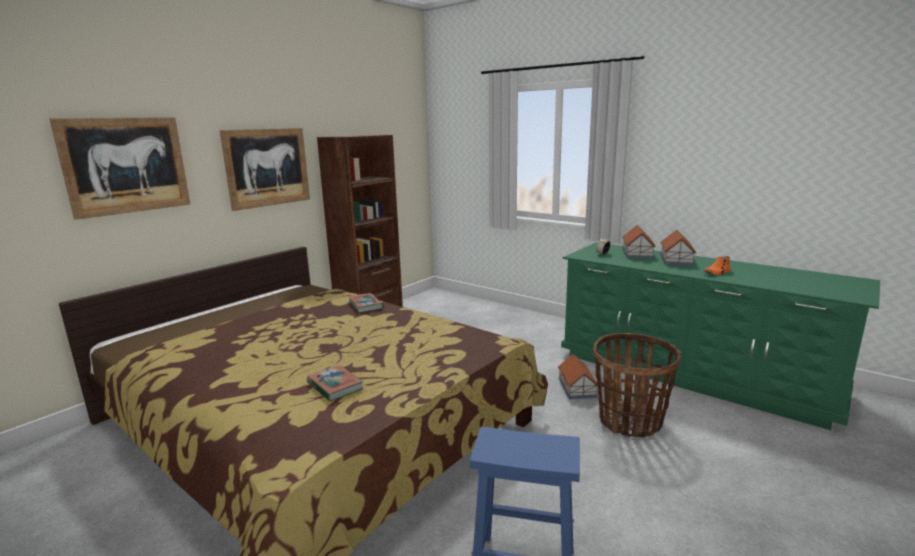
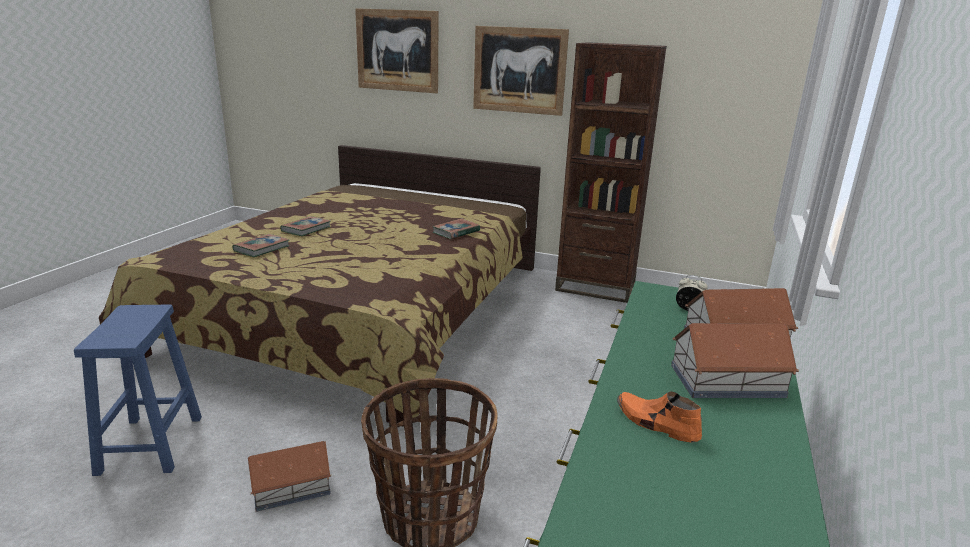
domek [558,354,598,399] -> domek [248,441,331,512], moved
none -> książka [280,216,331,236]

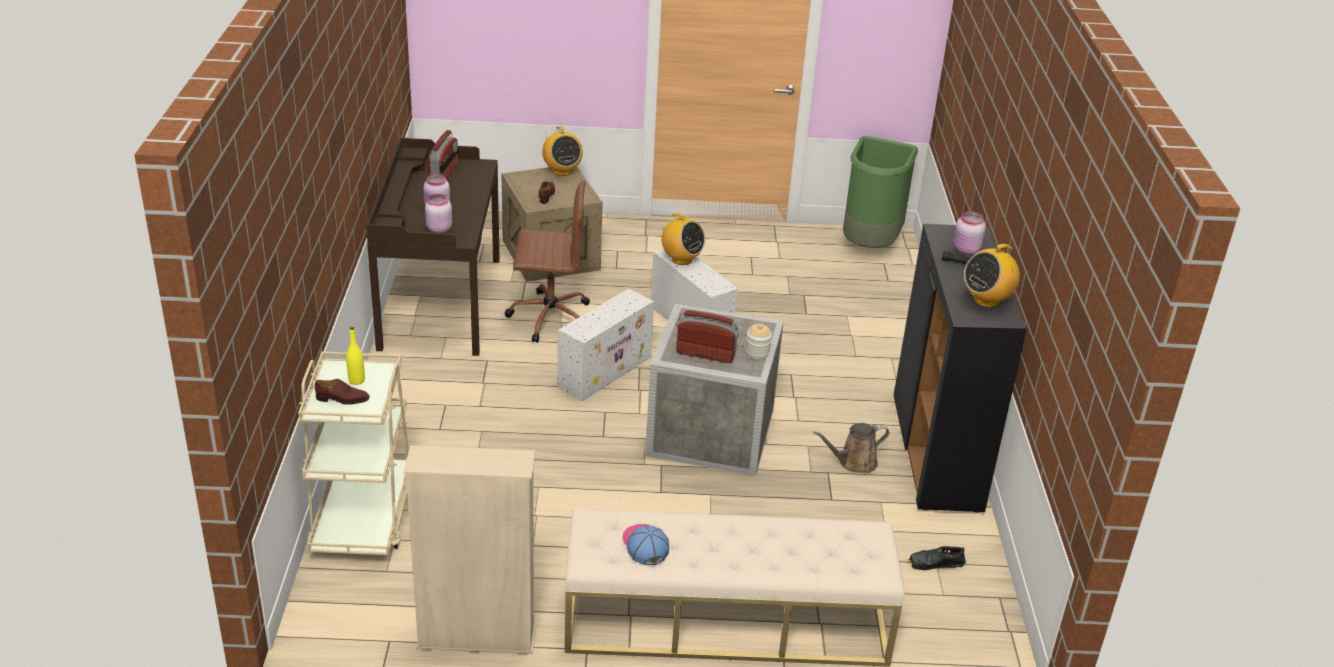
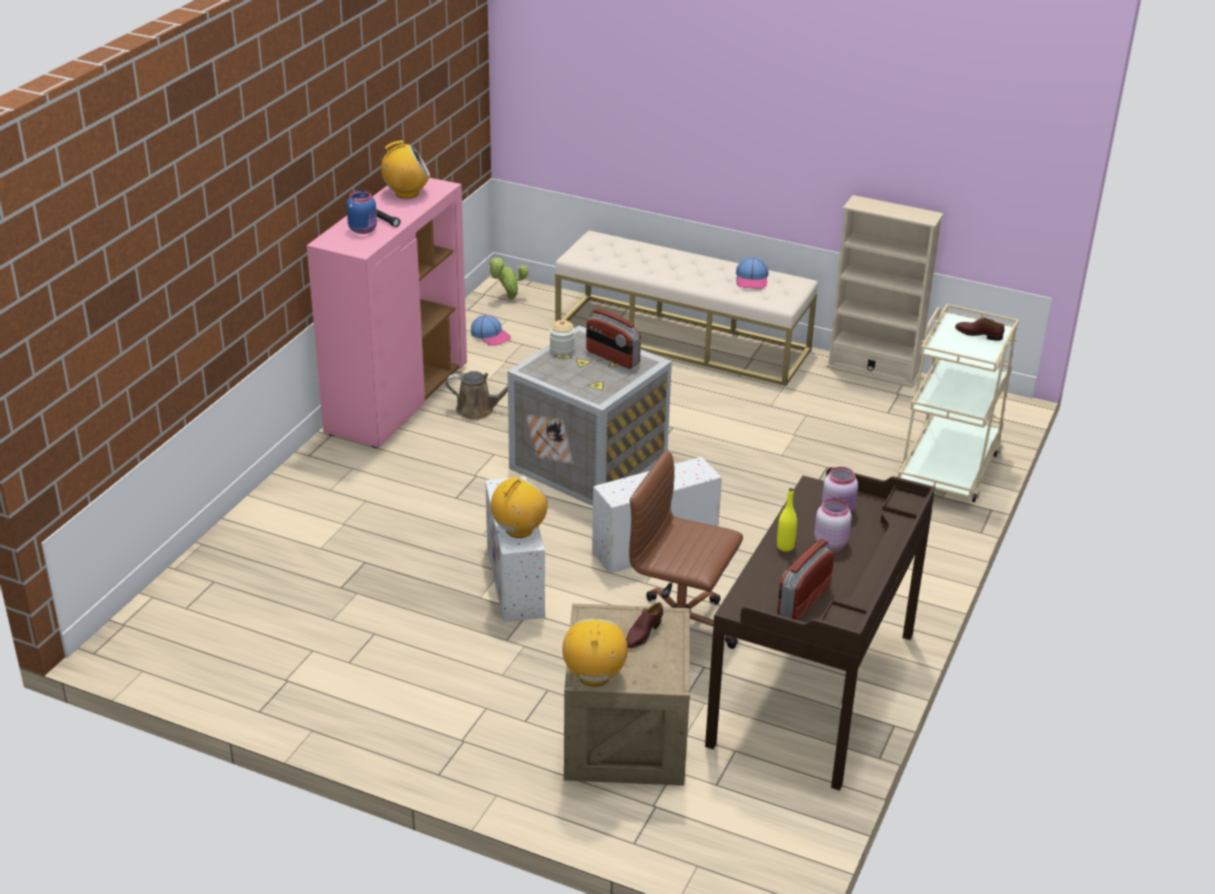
butelka (żółty) [346,327,365,385] -> butelka (żółty) [777,488,797,552], moved
radio [659,213,706,265] -> radio [491,476,548,538], 60 degrees clockwise
kosz na śmieci (zielony) [843,136,918,248] -> none
szafka (czarny) [894,224,1027,513] -> szafka (różowy) [307,178,467,448]
but (czarny) [909,546,966,570] -> czapka z daszkiem [471,315,511,346]
słoik (różowy) [953,211,986,255] -> słoik (niebieski) [347,190,377,234]
none -> roślina doniczkowa [488,258,529,300]

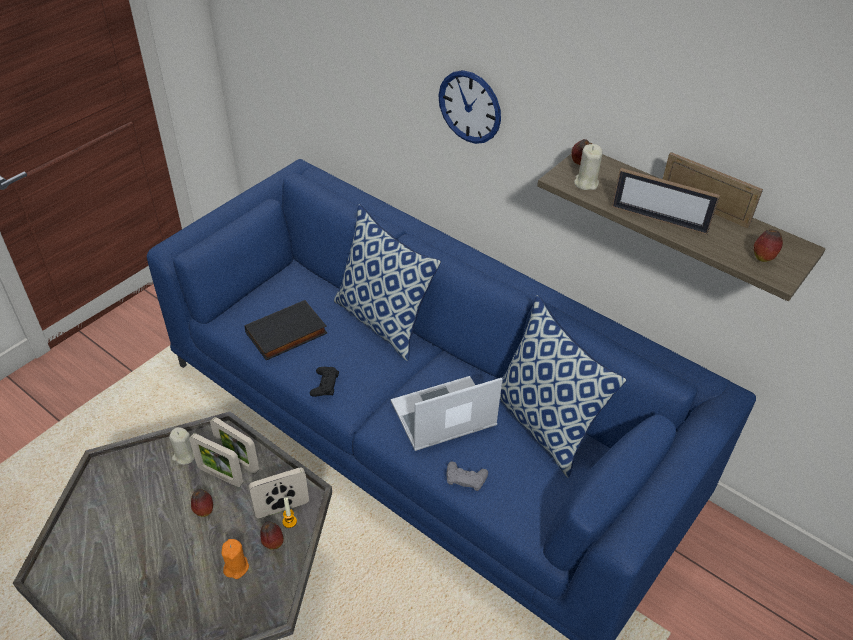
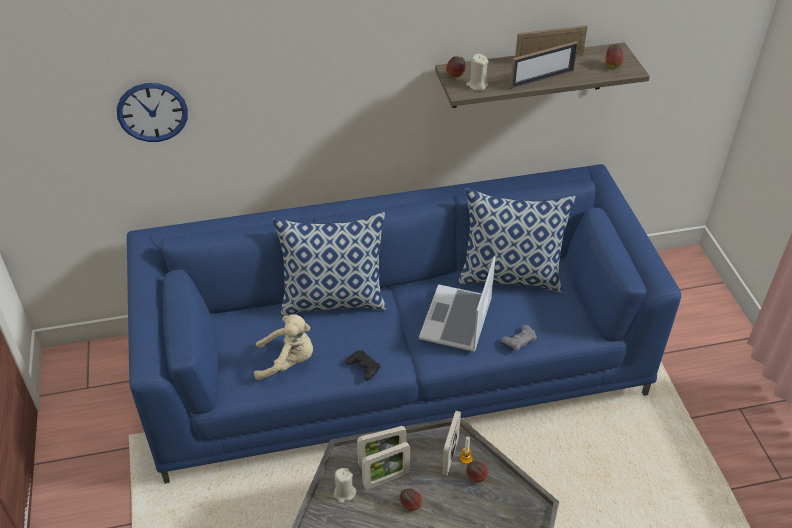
świeca (pomarańczowy) [222,539,249,579] -> none
książka (czarny) [245,300,327,360] -> pluszak (beżowy) [254,314,313,380]
zegar ścienny [438,70,501,144] -> zegar ścienny [117,83,188,142], moved

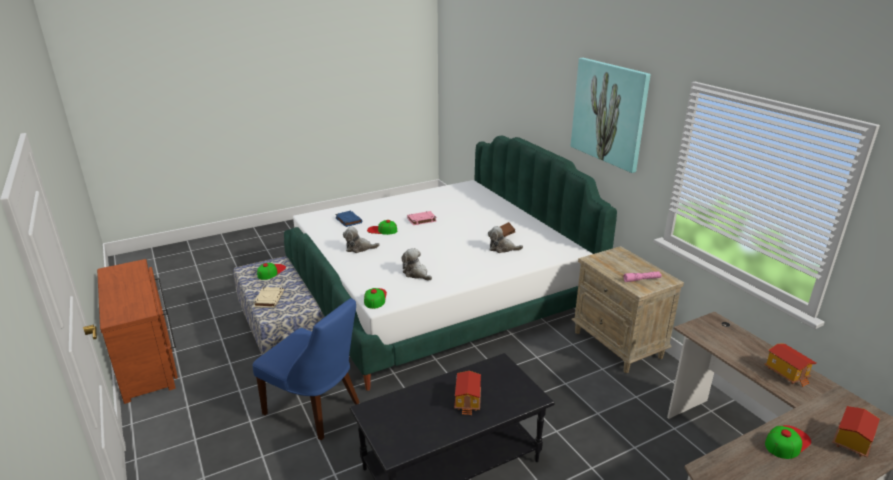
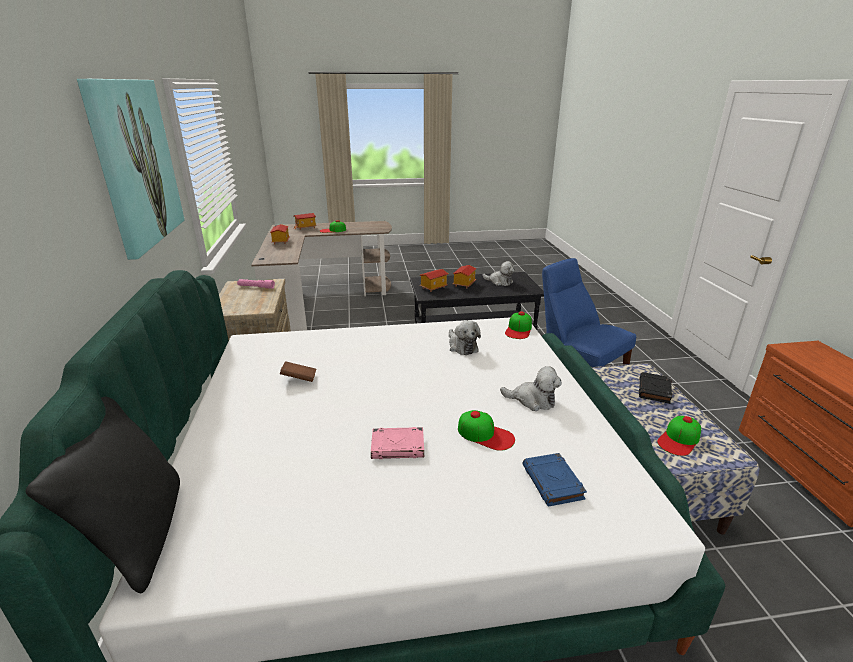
książka (beżowy) [253,287,284,308] -> książka (czarny) [639,372,672,404]
pluszak [488,226,523,253] -> pluszak [483,261,515,286], moved
none -> poduszka (czarny) [26,396,180,593]
none -> domek [420,269,448,292]

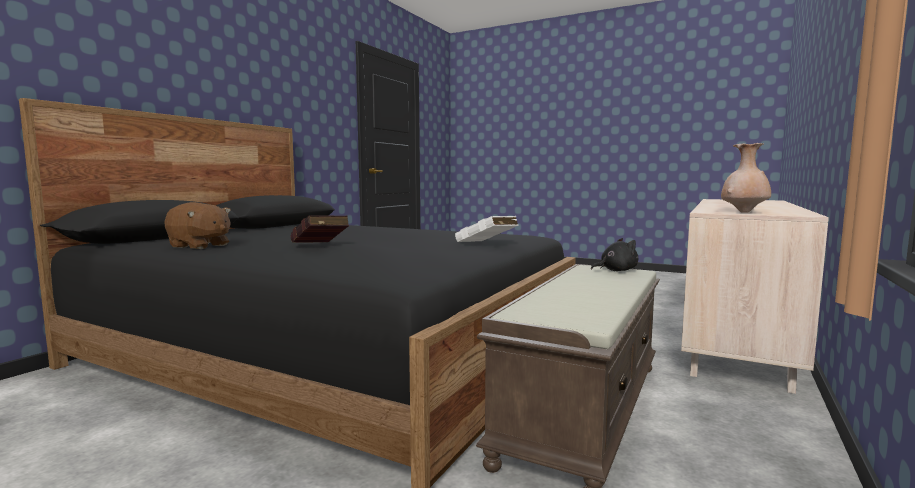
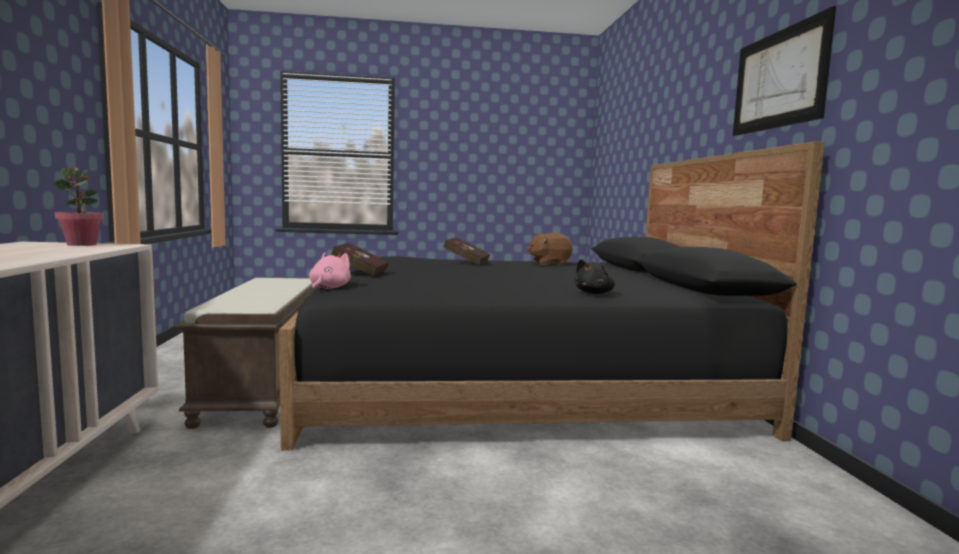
książka (biały) [455,216,519,242] -> książka (czerwony) [331,243,389,276]
pluszak (czarny) [591,238,638,271] -> pluszak (czarny) [574,259,615,294], moved
wazon (beżowy) [721,143,771,213] -> roślina doniczkowa [53,168,104,246]
none -> pluszak (różowy) [309,252,351,290]
none -> obraz [733,6,836,136]

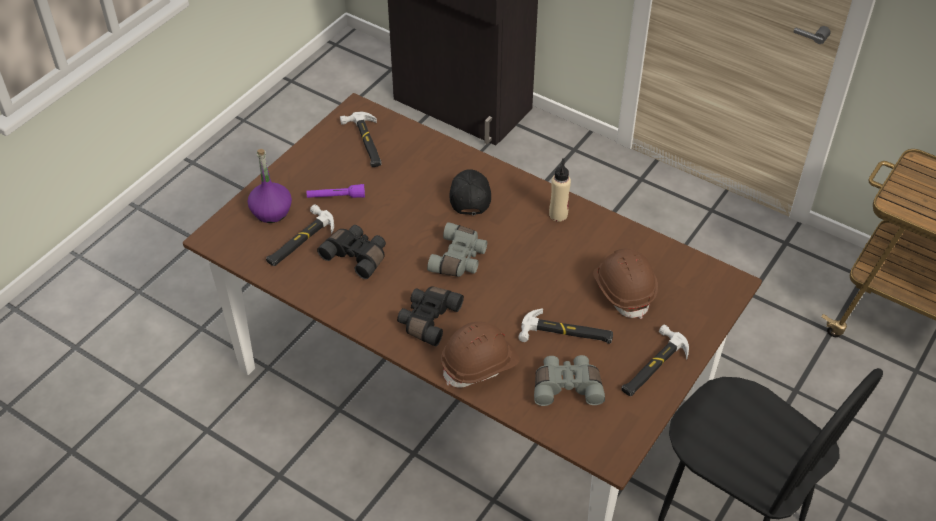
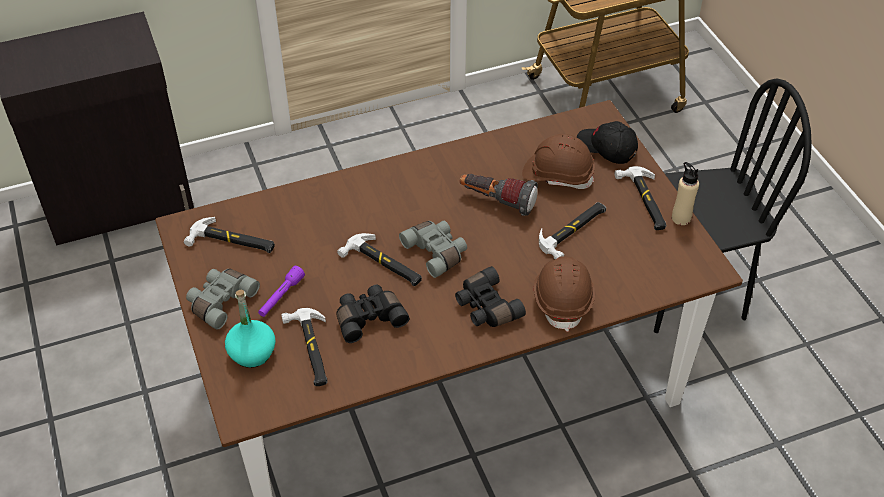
butelka (fioletowy) [248,149,292,223] -> butelka (turkusowy) [225,290,276,368]
czapka z daszkiem (czarny) [449,169,491,215] -> czapka z daszkiem (czarny) [577,121,638,164], moved
lornetka (szary) [534,355,605,406] -> lornetka (szary) [186,269,260,330], moved
butelka (beżowy) [549,158,571,222] -> butelka (beżowy) [672,162,699,225], moved
none -> młotek [337,233,422,286]
none -> latarka [460,174,538,216]

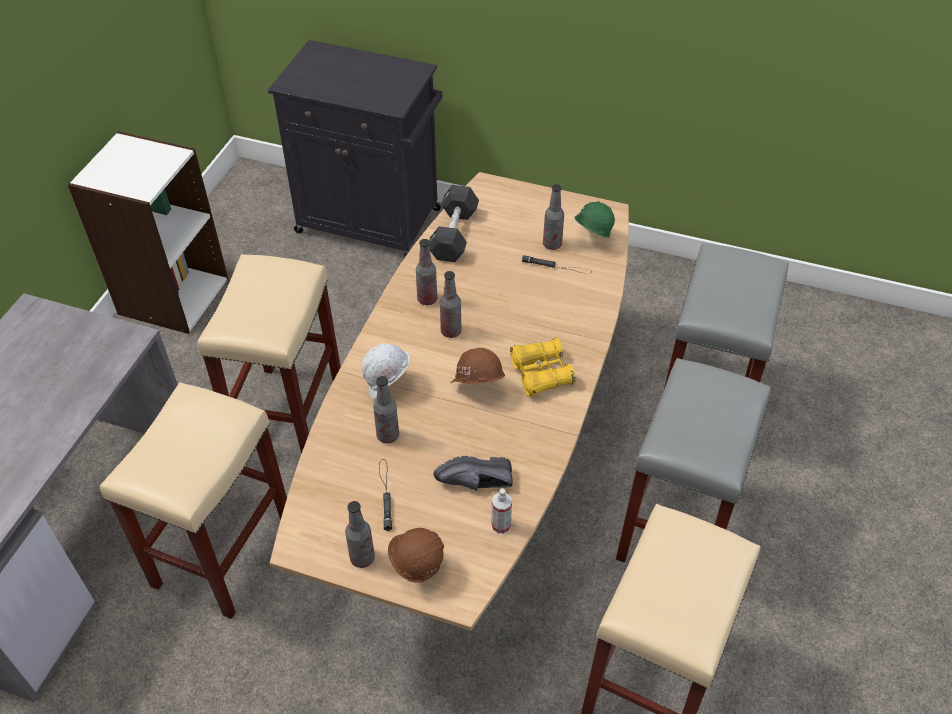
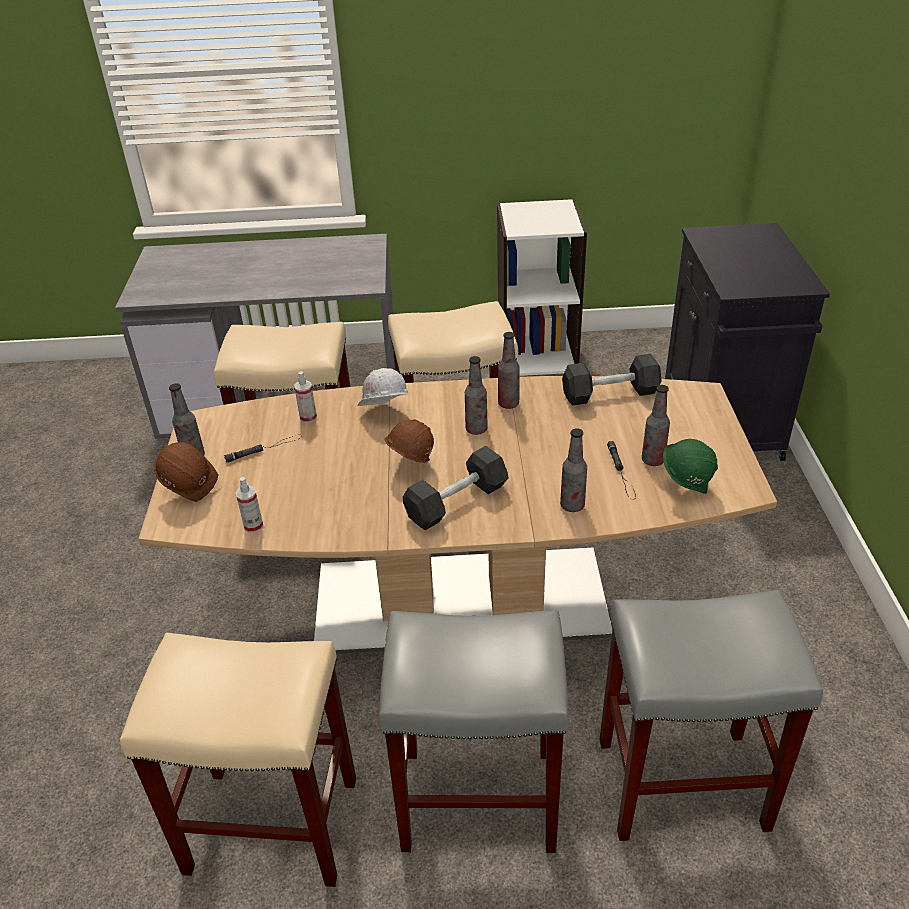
butelka [373,376,399,443] -> butelka [560,428,587,512], moved
but (czarny) [433,456,513,491] -> none
lornetka (żółty) [510,338,576,397] -> hantel (czarny) [403,446,509,530]
none -> spryskiwacz [294,371,317,423]

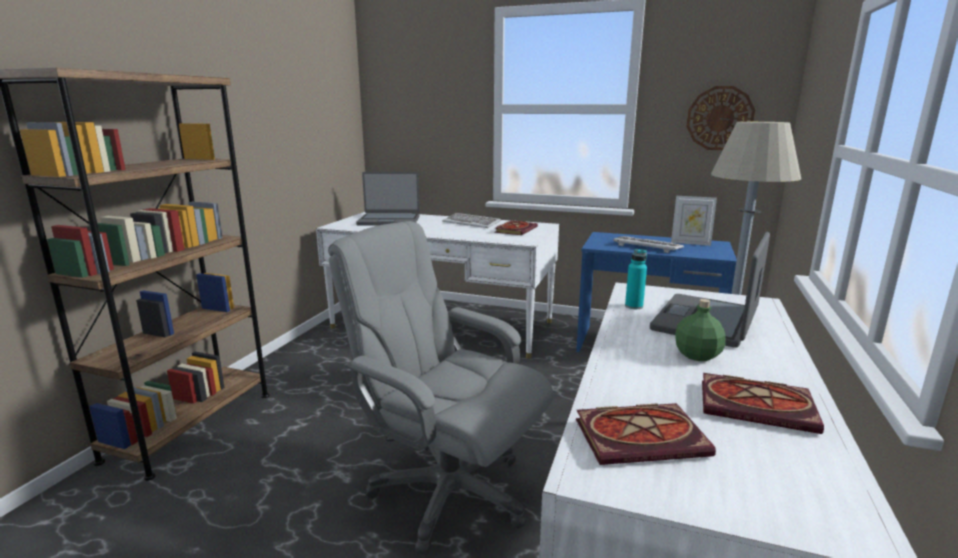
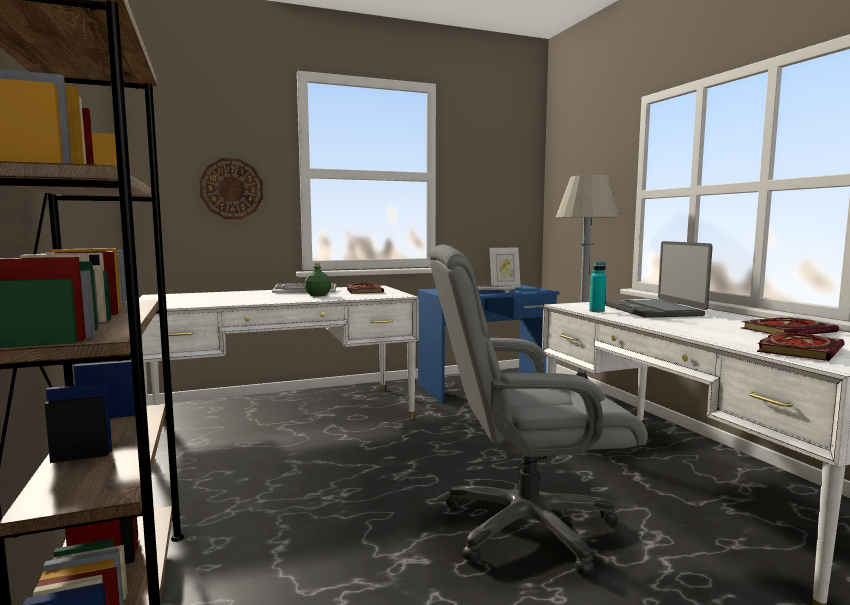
laptop [356,172,420,226] -> none
butelka (zielony) [675,299,726,361] -> butelka (zielony) [304,263,331,297], moved
zegar ścienny [686,86,755,150] -> zegar ścienny [199,158,263,219], moved

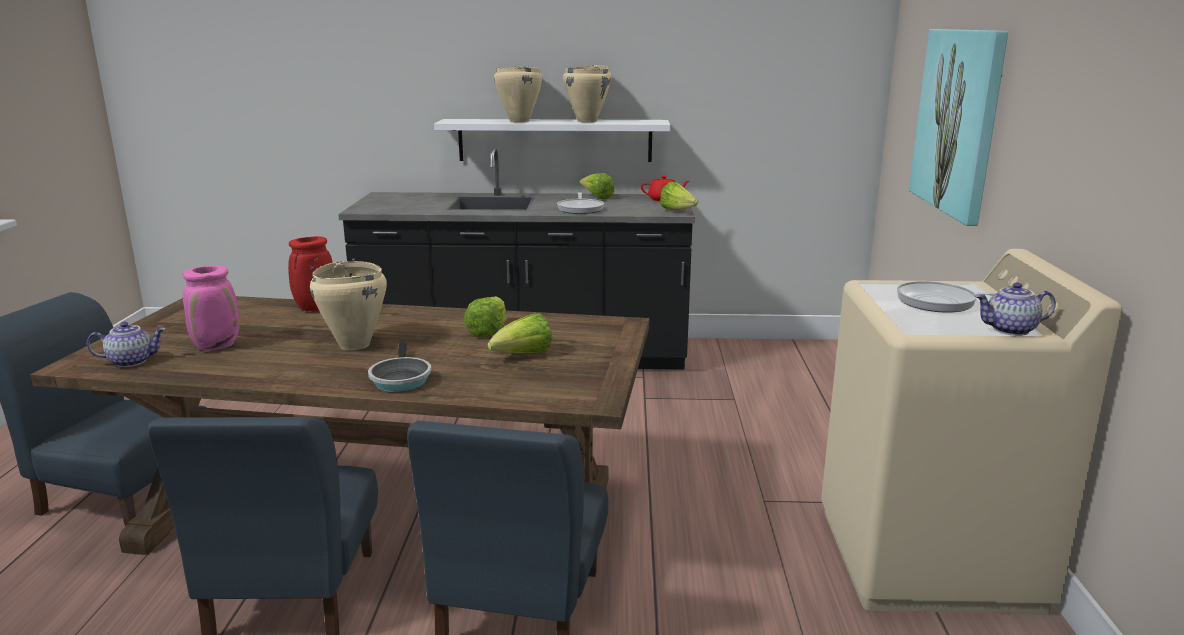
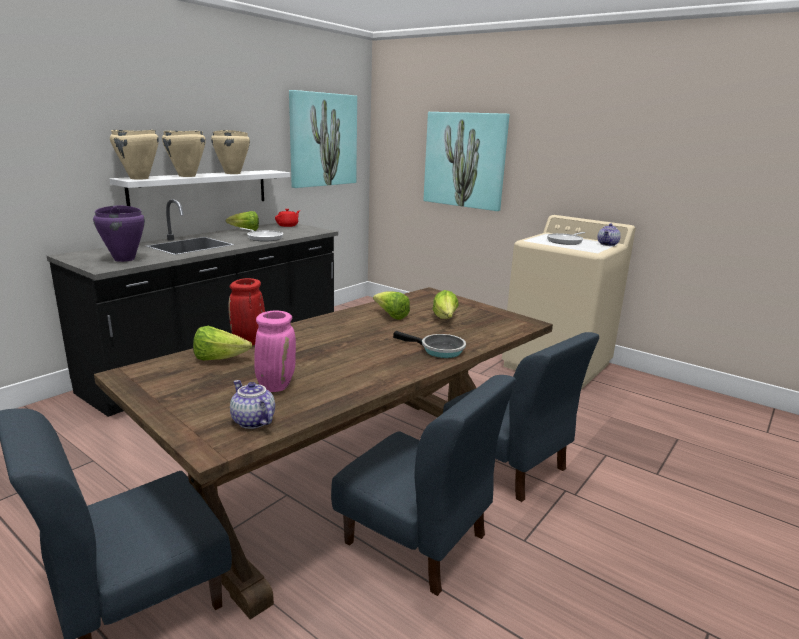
imbryk [87,322,165,367] -> imbryk [230,380,275,429], 60 degrees counterclockwise
garnek (beżowy) [310,261,387,350] -> garnek (beżowy) [110,130,159,179], moved
sałata [660,182,698,210] -> sałata [193,326,252,361], moved
none -> garnek (fioletowy) [93,205,145,262]
none -> obraz [289,90,357,188]

